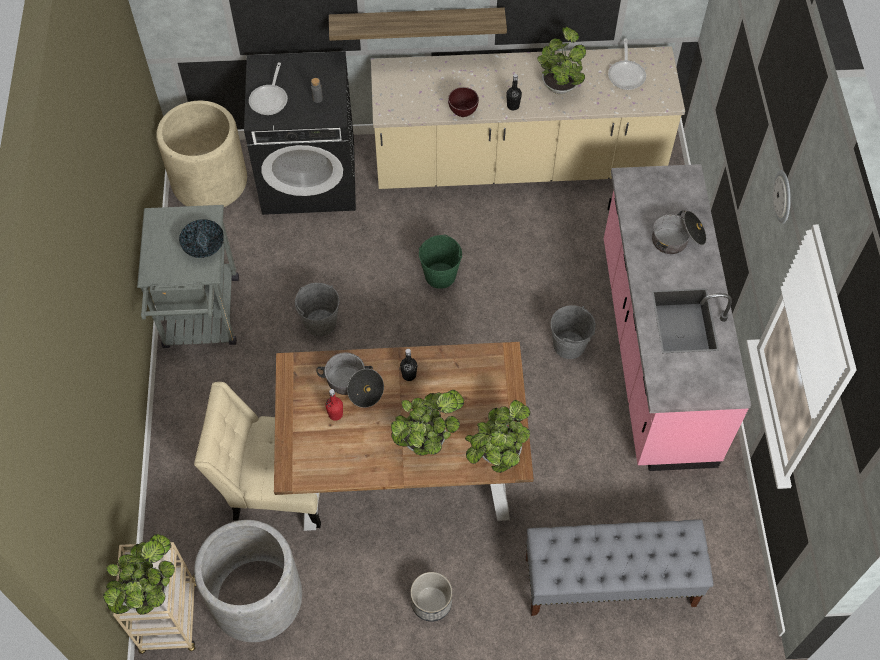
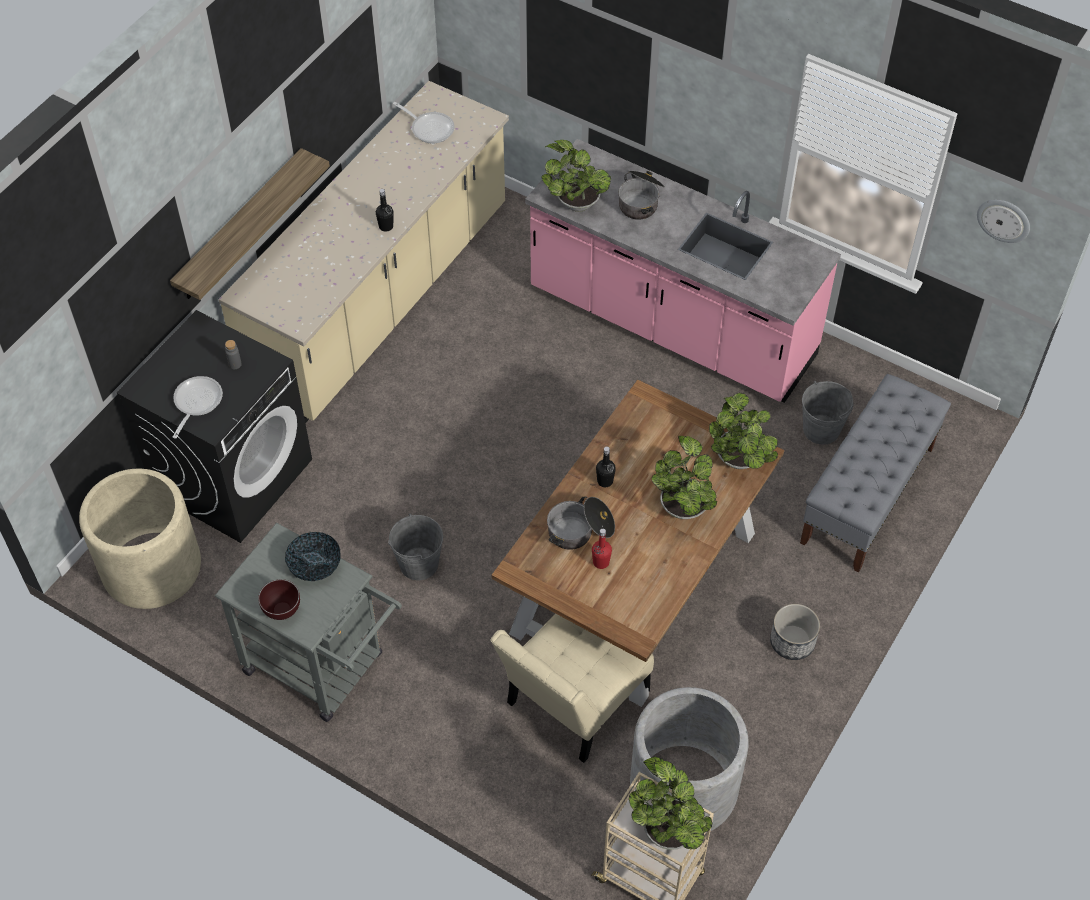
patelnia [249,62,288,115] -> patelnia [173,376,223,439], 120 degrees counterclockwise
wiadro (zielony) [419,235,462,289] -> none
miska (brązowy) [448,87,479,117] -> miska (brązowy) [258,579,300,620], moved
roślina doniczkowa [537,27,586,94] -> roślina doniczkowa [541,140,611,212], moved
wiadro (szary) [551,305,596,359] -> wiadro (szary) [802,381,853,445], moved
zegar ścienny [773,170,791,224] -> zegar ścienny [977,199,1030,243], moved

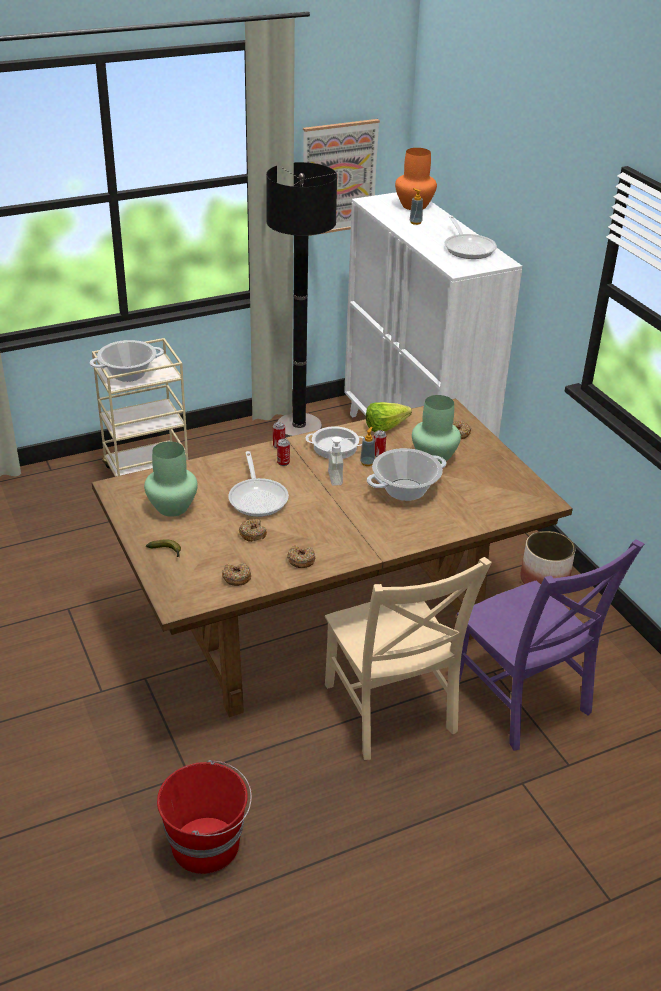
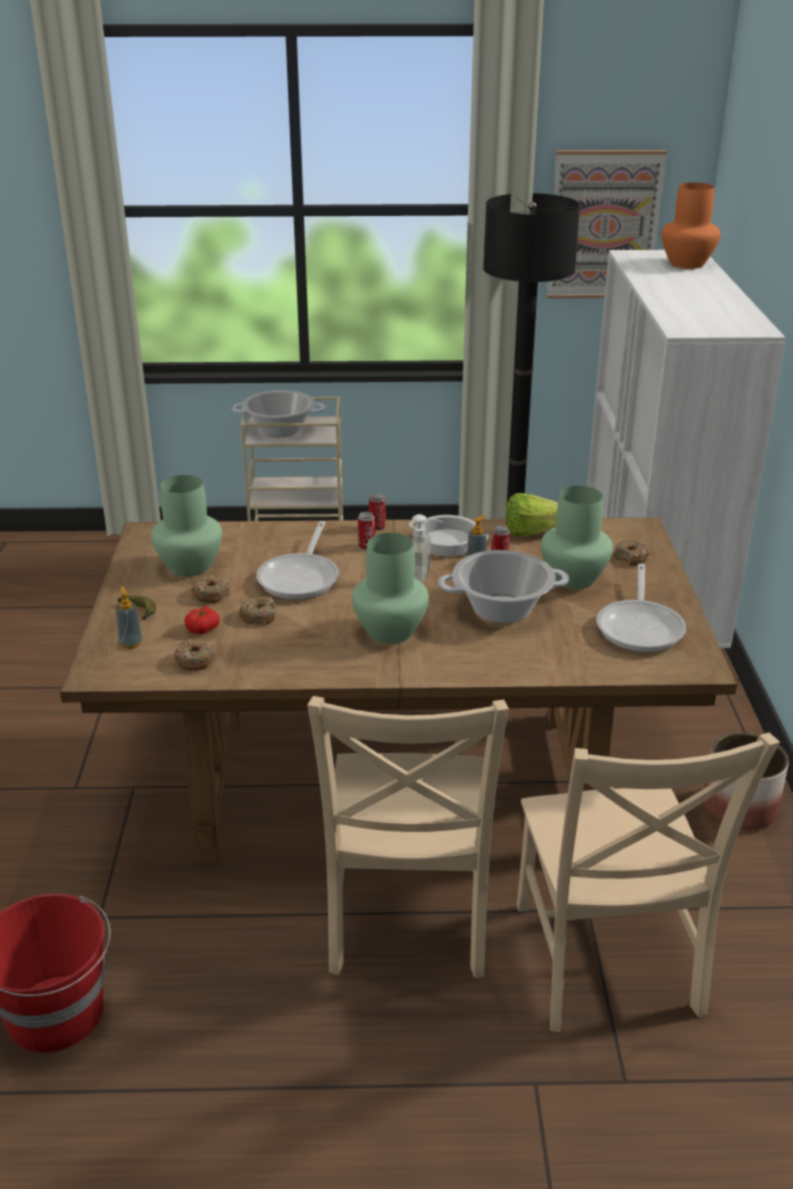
donut [287,545,315,568] -> donut [192,574,230,603], moved
dozownik mydła [410,188,423,225] -> dozownik mydła [116,586,142,649], moved
patelnia [444,216,497,259] -> patelnia [596,563,686,652], moved
krzesło (fioletowy) [457,539,644,751] -> krzesło (beżowy) [517,733,780,1032]
none -> pomidor [184,606,220,634]
none -> wazon (zielony) [352,533,429,644]

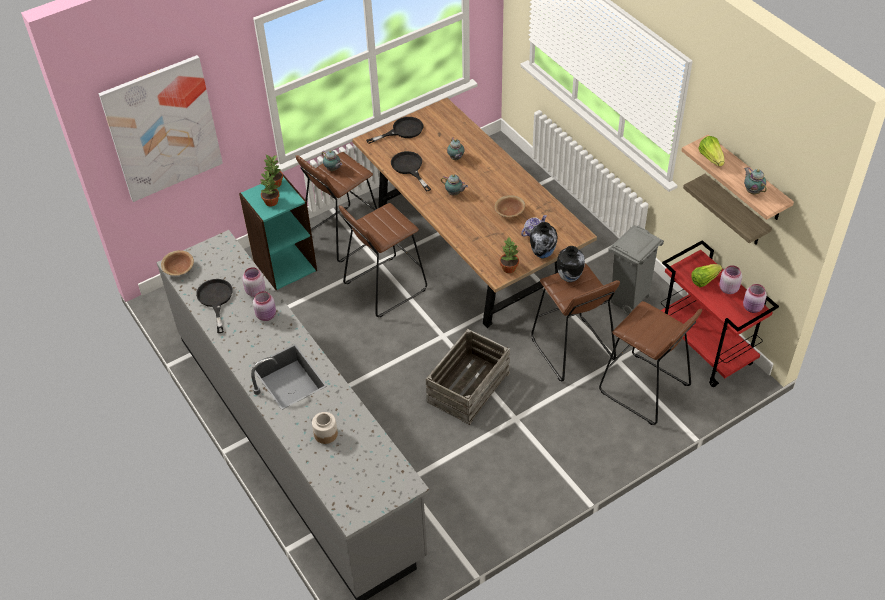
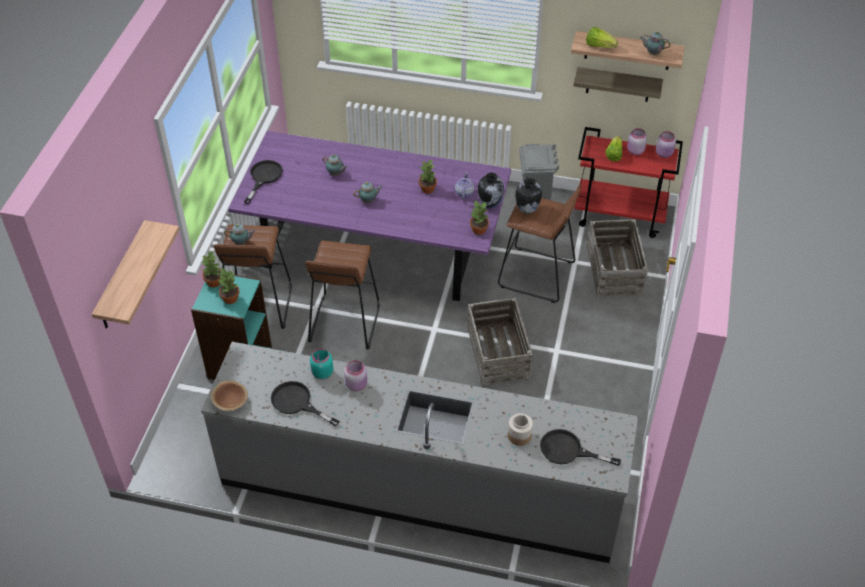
obraz [99,55,223,202] -> półka [92,220,180,329]
słoik (różowy) [242,267,265,297] -> słoik (turkusowy) [310,348,333,379]
stół jadalny (brązowy) [352,98,597,328] -> stół jadalny (fioletowy) [228,131,511,301]
patelnia (czarny) [391,151,431,192] -> patelnia (czarny) [540,429,621,466], moved
miska (brązowy) [495,195,525,217] -> roślina doniczkowa [419,160,437,194]
stołek (brązowy) [599,301,702,425] -> skrzynka [586,219,648,297]

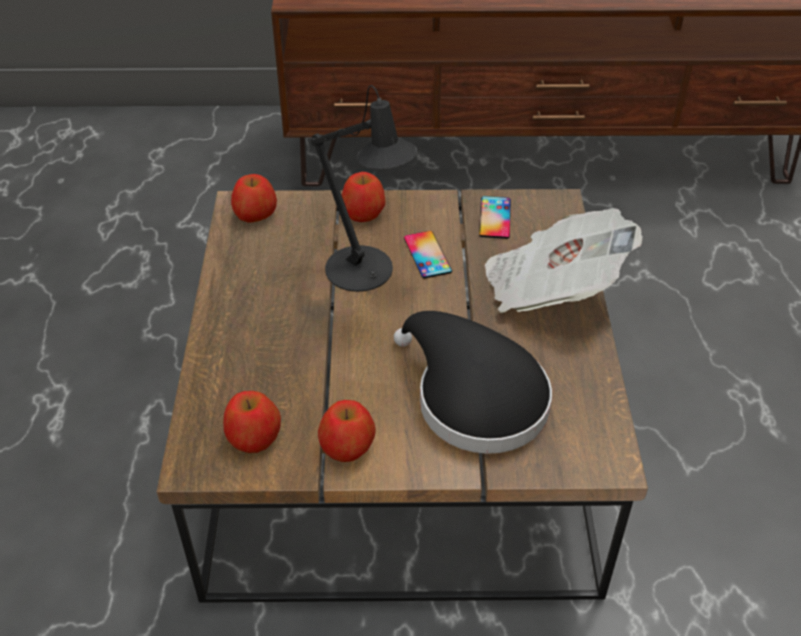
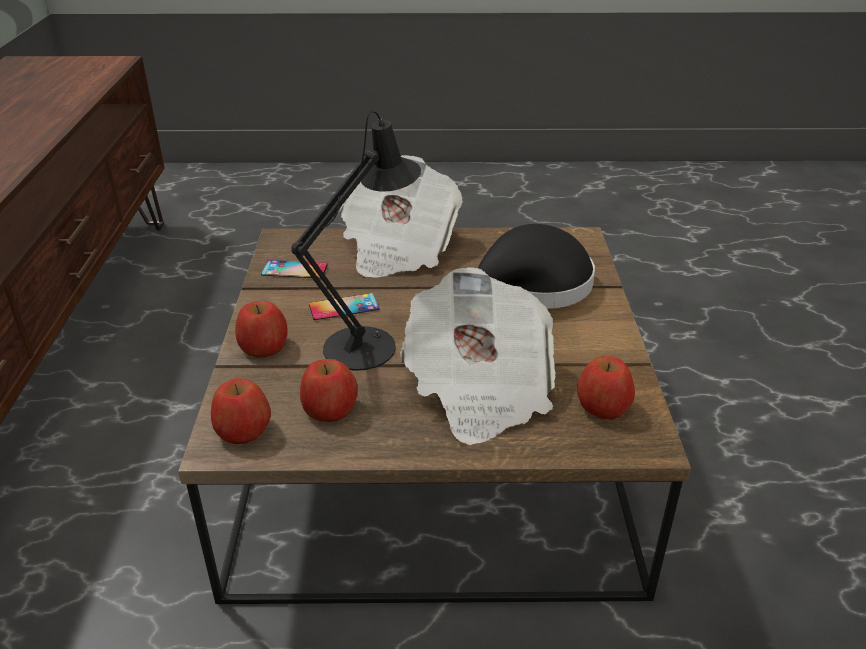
jabłko [318,400,376,462] -> jabłko [300,359,358,422], moved
none -> gazeta [400,267,555,445]

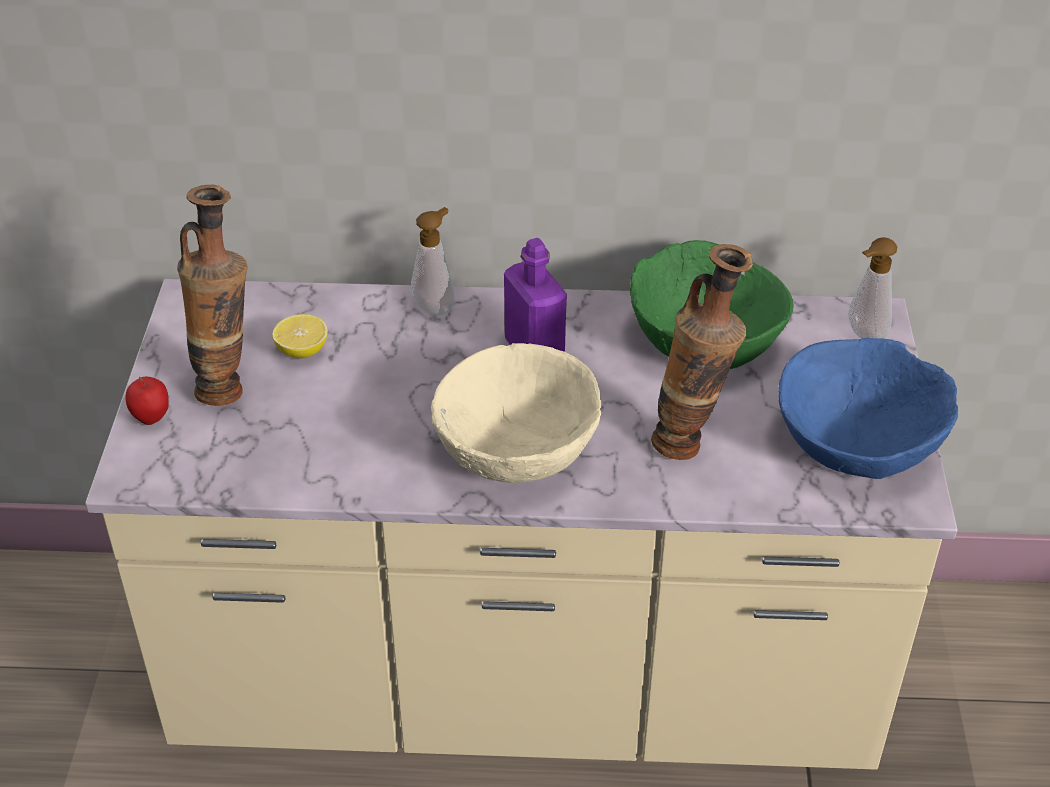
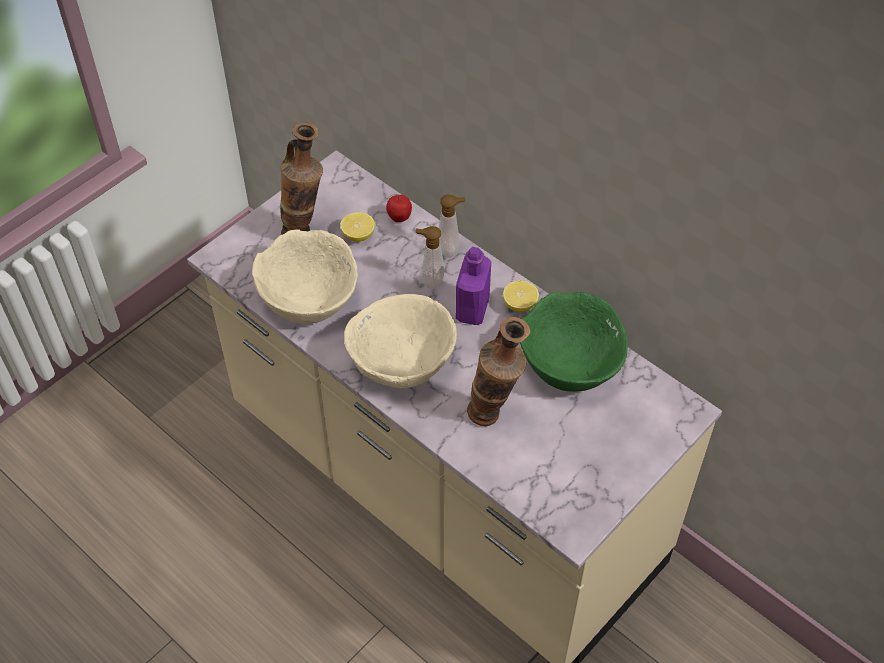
jabłko [125,377,169,425] -> jabłko [386,195,412,222], moved
miska (niebieski) [778,338,958,479] -> none
dozownik mydła [848,237,898,339] -> dozownik mydła [416,226,444,289], moved
none -> miska (beżowy) [252,230,358,324]
none -> cytryna [503,280,539,312]

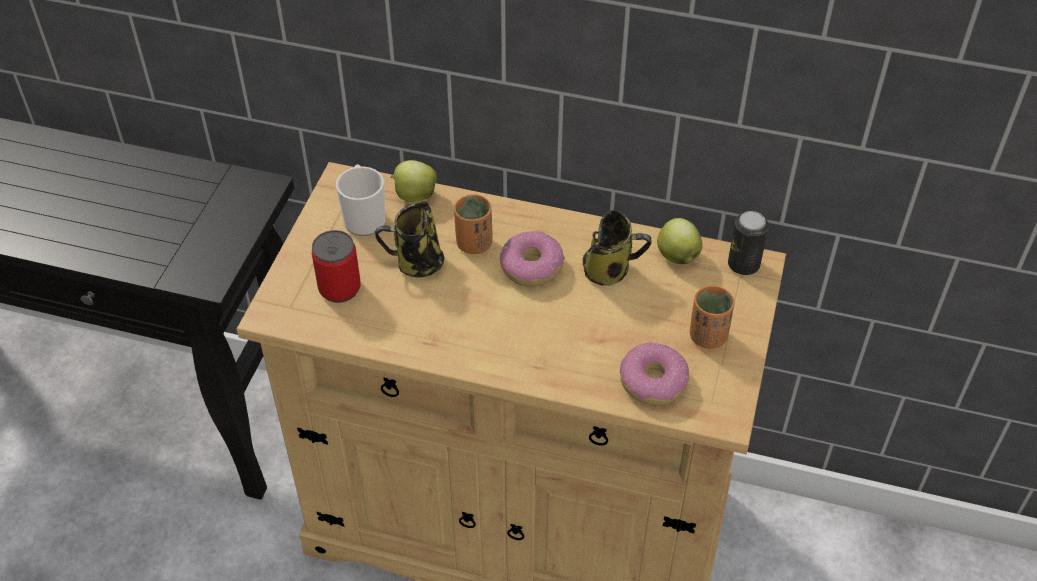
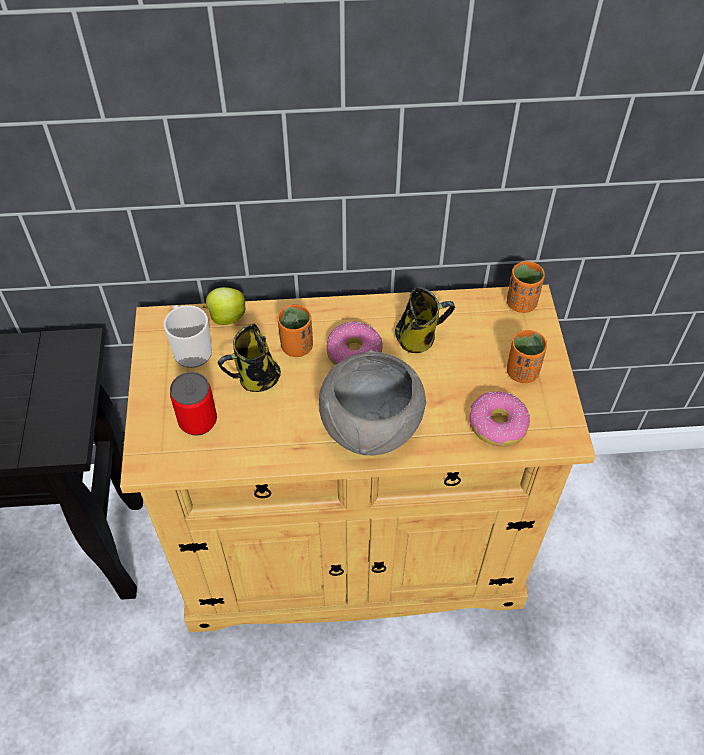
jabłko [657,218,703,264] -> none
puszka [728,211,769,275] -> filiżanka (pomarańczowy) [507,261,545,313]
none -> miska (szary) [319,350,426,455]

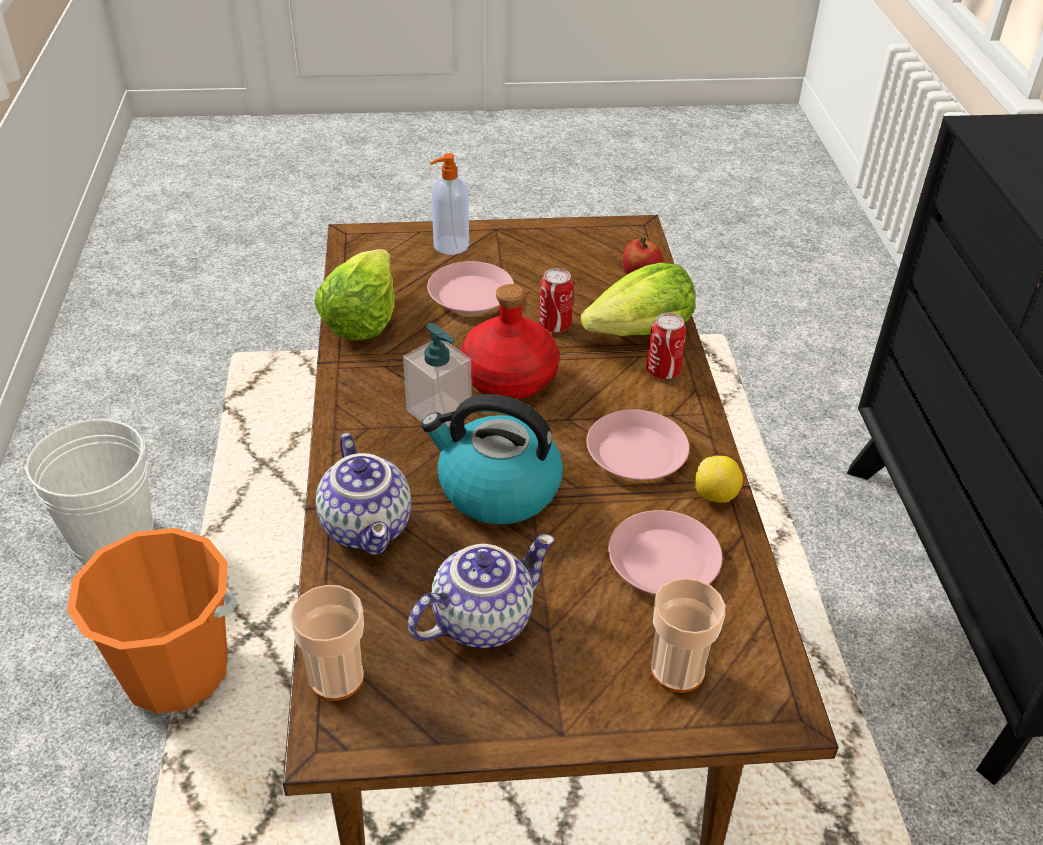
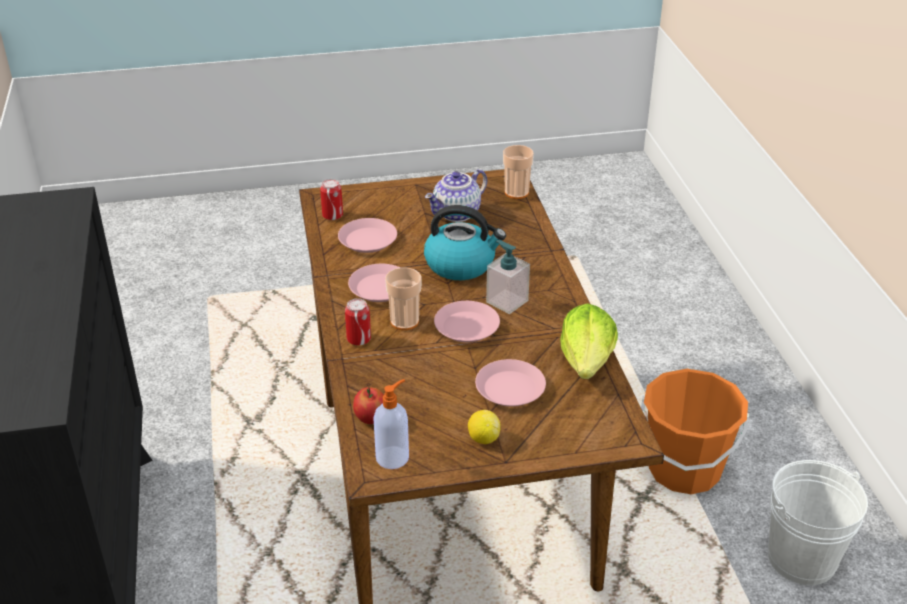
imbryk [316,433,412,554] -> none
dozownik mydła [430,153,469,255] -> dozownik mydła [373,379,409,469], moved
butelka (czerwony) [461,284,559,399] -> talerz (różowy) [434,301,500,342]
puszka [539,268,574,332] -> puszka [320,179,343,220], moved
sałata [580,262,695,336] -> none
filiżanka [651,578,725,693] -> filiżanka [385,267,422,330], moved
cytryna [695,456,743,503] -> cytryna [468,410,501,444], moved

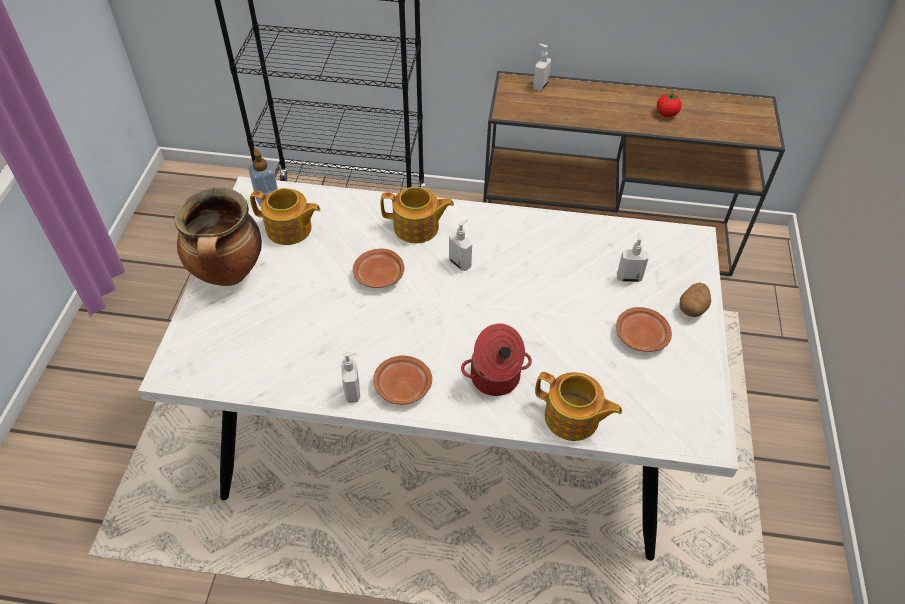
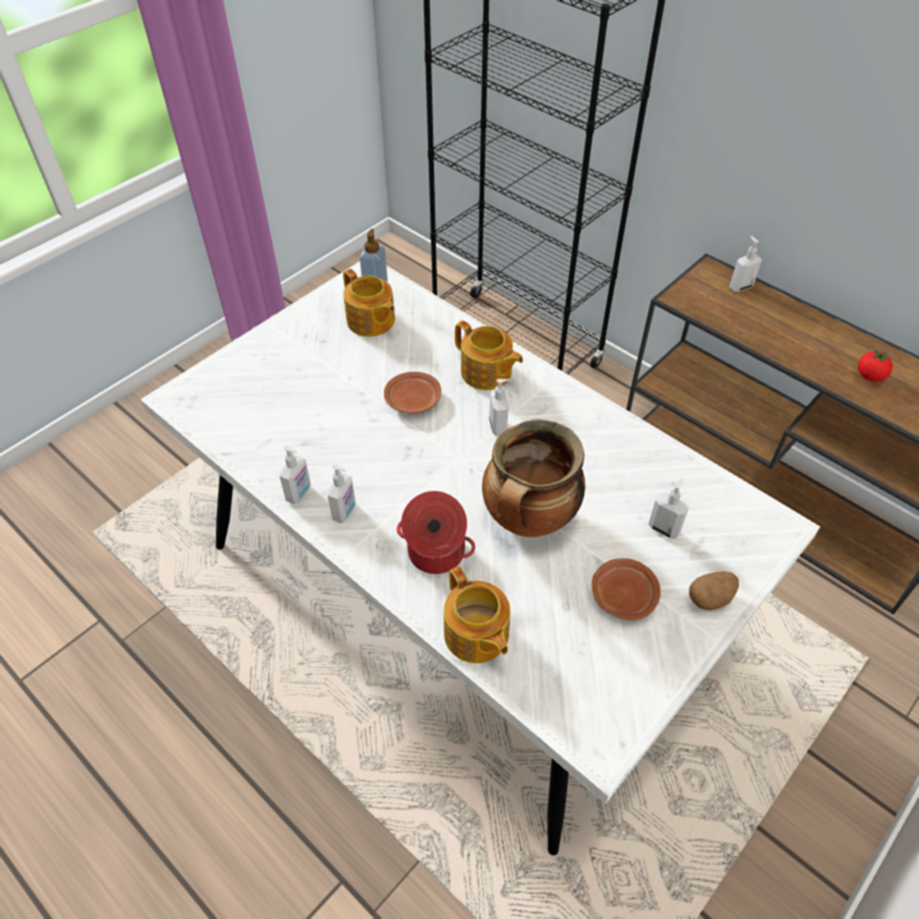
garnek [175,187,262,286] -> garnek [482,419,585,537], moved
talerz (brązowy) [373,356,432,404] -> dozownik mydła [328,465,356,523]

